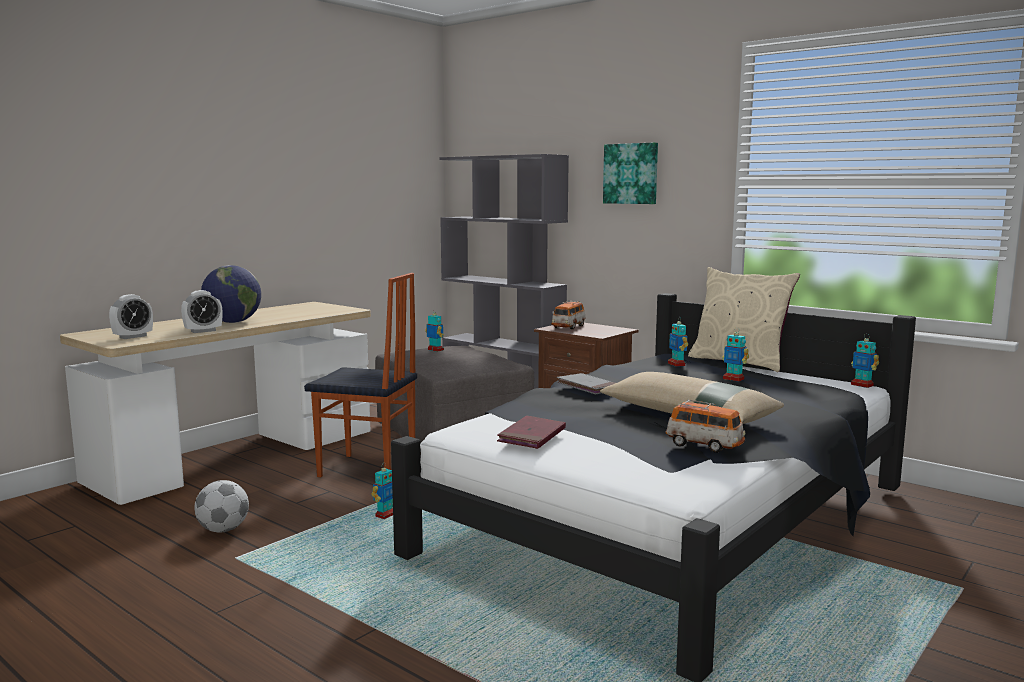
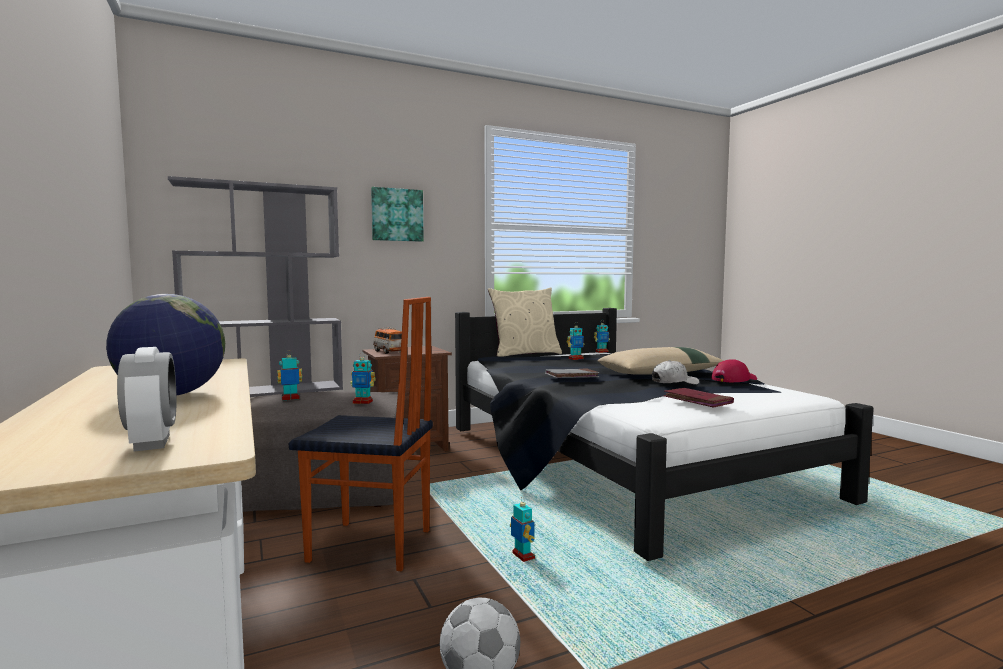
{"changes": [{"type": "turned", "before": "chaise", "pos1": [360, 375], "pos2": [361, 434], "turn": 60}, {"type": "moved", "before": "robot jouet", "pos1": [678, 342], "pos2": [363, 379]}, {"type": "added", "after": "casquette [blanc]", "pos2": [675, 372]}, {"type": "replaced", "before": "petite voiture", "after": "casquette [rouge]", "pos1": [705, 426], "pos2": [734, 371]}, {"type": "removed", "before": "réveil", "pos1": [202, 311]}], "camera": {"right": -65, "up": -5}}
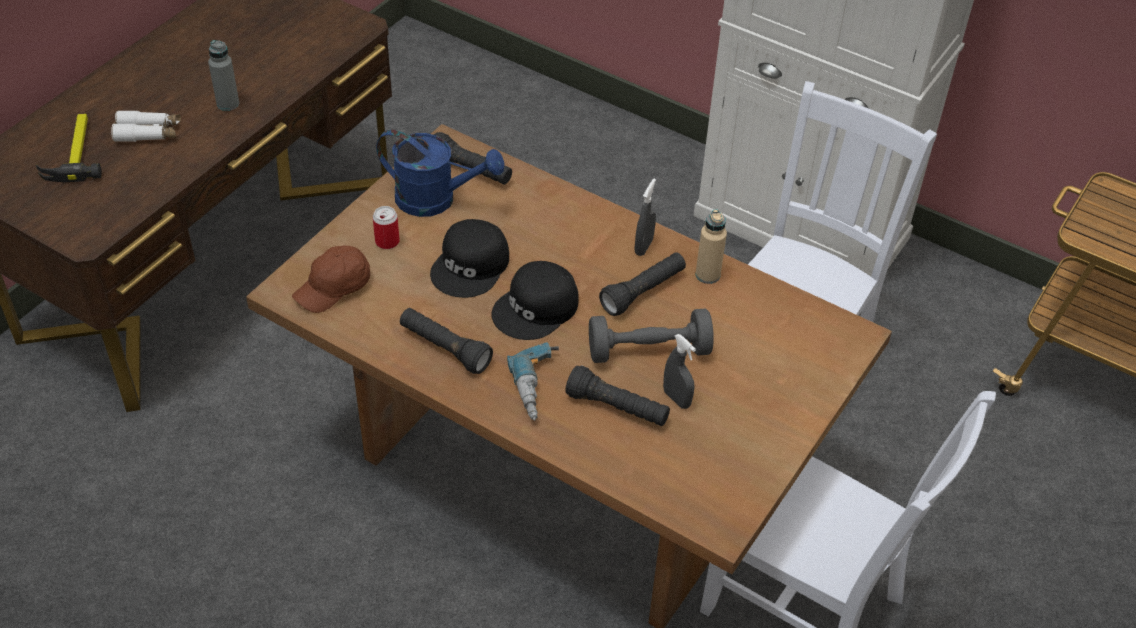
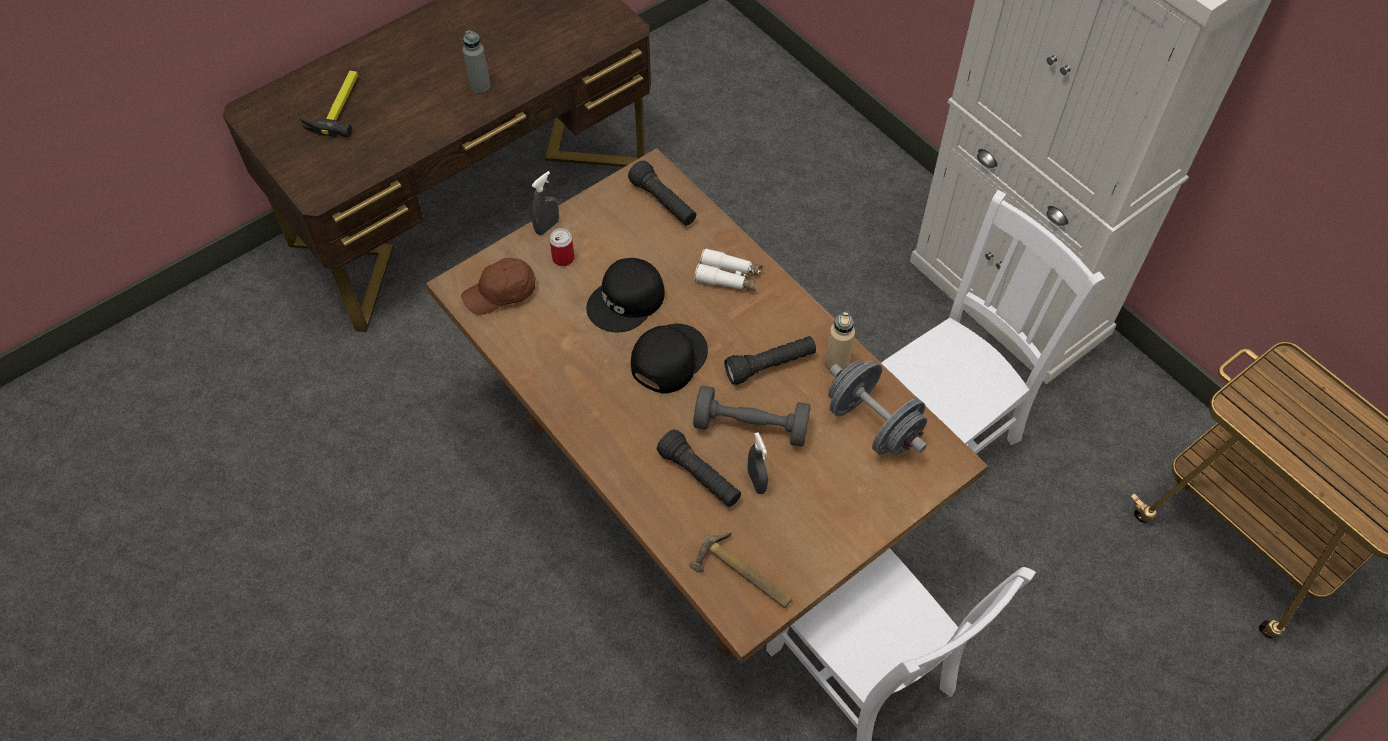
{"changes": [{"type": "moved", "before": "vaporisateur [gris]", "pos1": [645, 217], "pos2": [545, 203]}, {"type": "turned", "before": "casquette [noir]", "pos1": [535, 300], "pos2": [669, 359], "turn": 150}, {"type": "added", "after": "marteau", "pos2": [740, 570]}, {"type": "moved", "before": "jumelles [blanc]", "pos1": [146, 126], "pos2": [728, 269]}, {"type": "added", "after": "haltère [gris]", "pos2": [877, 407]}, {"type": "removed", "before": "arrosoir [bleu]", "pos1": [440, 173]}, {"type": "removed", "before": "lampe de poche [noir]", "pos1": [446, 341]}, {"type": "removed", "before": "perceuse", "pos1": [533, 381]}], "camera": {"right": 20, "up": 10}}
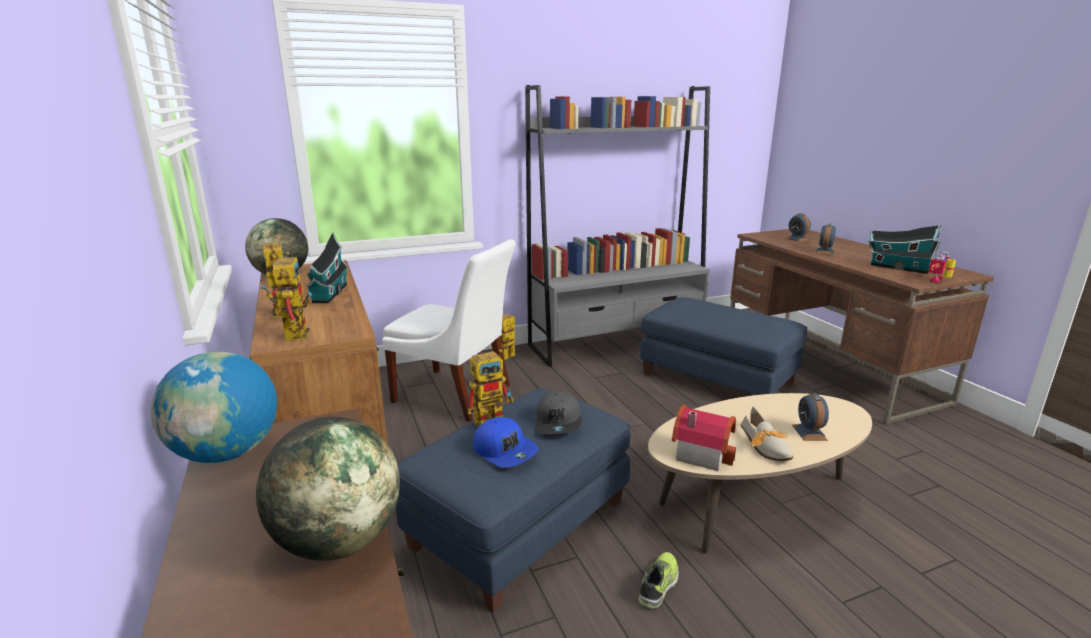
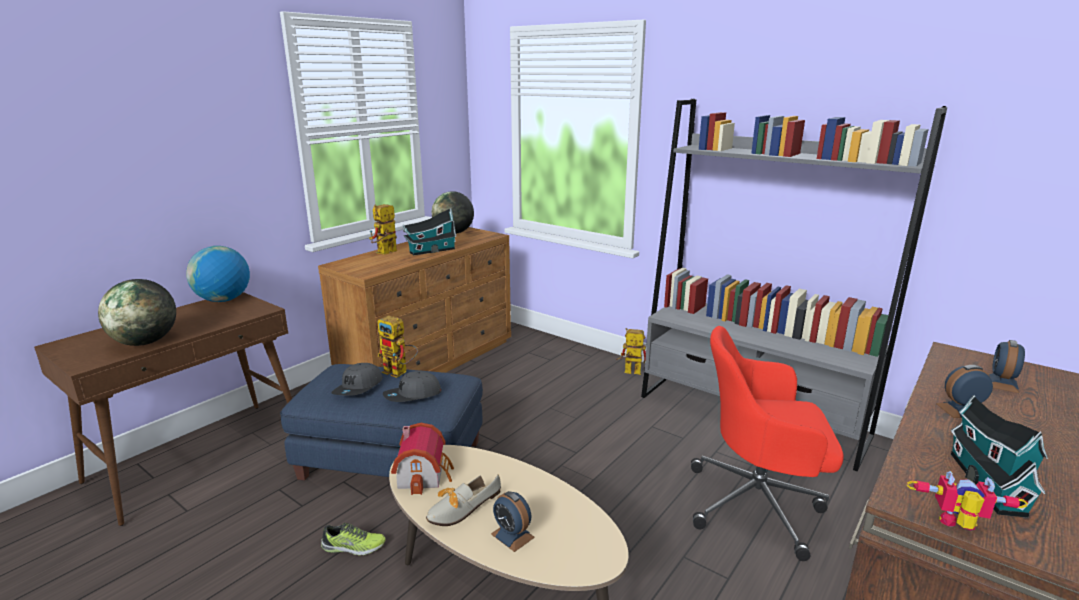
{"changes": [{"type": "recoloured", "before": "casquette [bleu]", "after": "casquette [gris]", "pos1": [506, 442], "pos2": [357, 379]}, {"type": "turned", "before": "réveil", "pos1": [810, 417], "pos2": [513, 521], "turn": -105}, {"type": "replaced", "before": "pouf [bleu]", "after": "chaise de bureau [rouge]", "pos1": [724, 346], "pos2": [767, 443]}, {"type": "removed", "before": "robot jouet", "pos1": [292, 296]}, {"type": "removed", "before": "chaise [blanc]", "pos1": [449, 330]}], "camera": {"right": 60, "up": 0}}
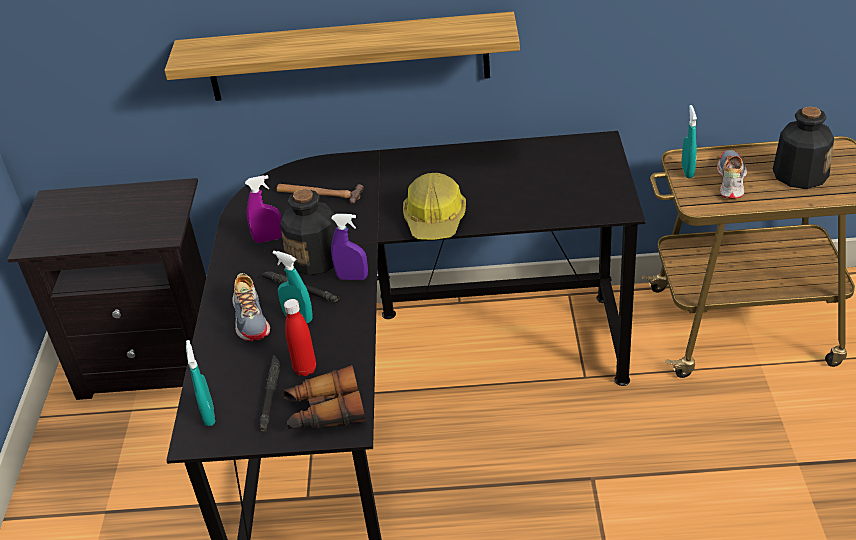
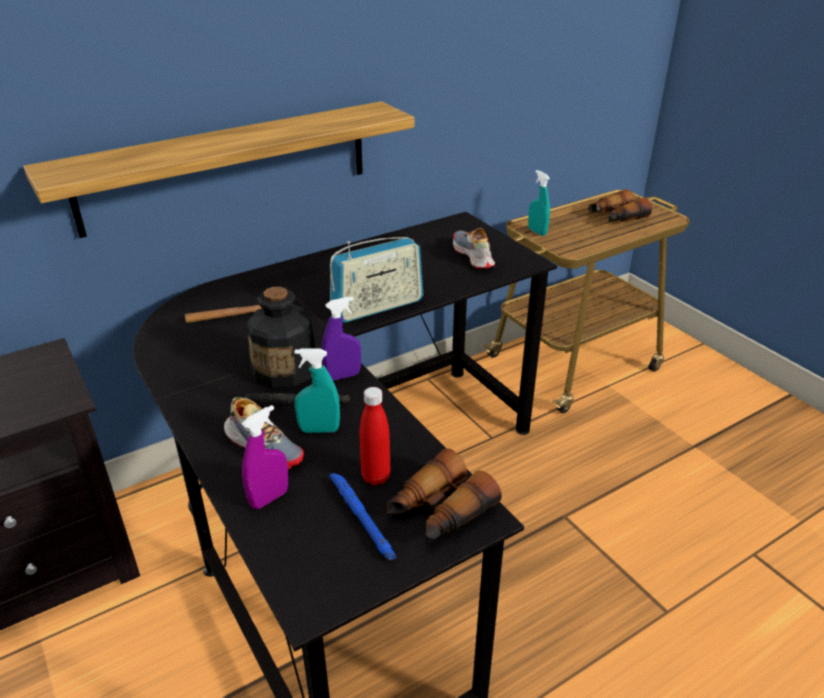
{"changes": [{"type": "moved", "before": "vaporisateur [violet]", "pos1": [263, 209], "pos2": [265, 457]}, {"type": "replaced", "before": "casque de chantier", "after": "radio", "pos1": [434, 206], "pos2": [376, 279]}, {"type": "recoloured", "before": "lampe de poche [noir]", "after": "lampe de poche [bleu]", "pos1": [269, 393], "pos2": [363, 516]}, {"type": "moved", "before": "chaussure", "pos1": [732, 174], "pos2": [474, 248]}, {"type": "replaced", "before": "bouteille", "after": "jumelles", "pos1": [803, 147], "pos2": [620, 205]}, {"type": "removed", "before": "vaporisateur [turquoise]", "pos1": [200, 383]}], "camera": {"right": -35, "up": -5}}
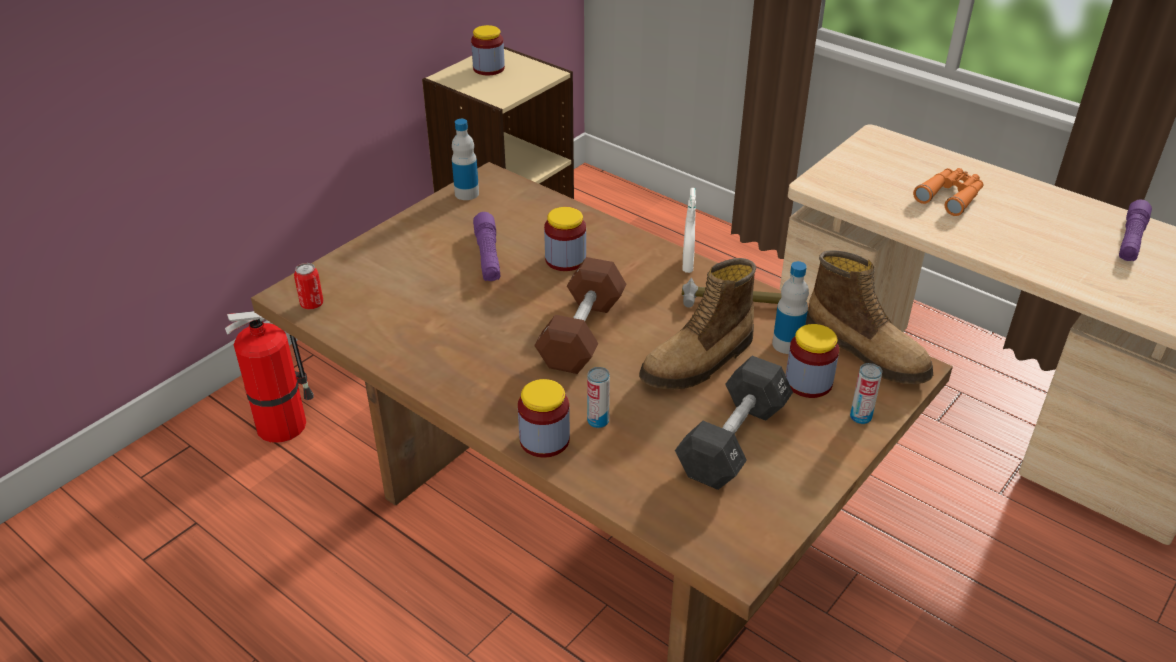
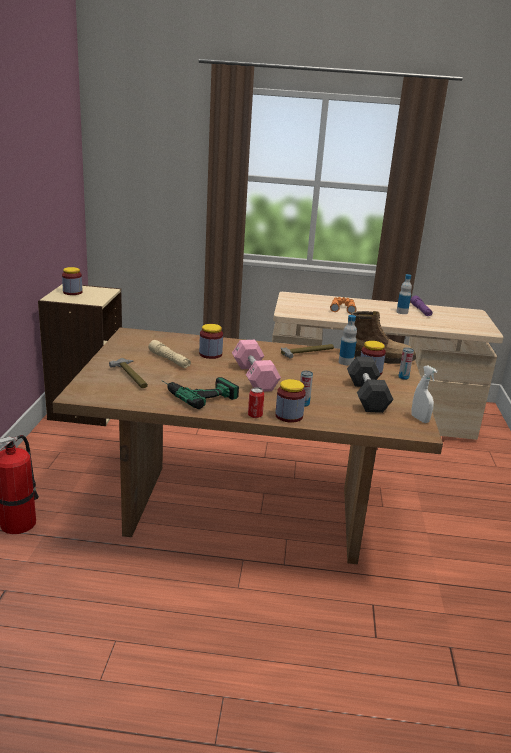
{"changes": [{"type": "added", "after": "marteau", "pos2": [128, 373]}, {"type": "recoloured", "before": "lampe de poche [violet]", "after": "lampe de poche [beige]", "pos1": [486, 246], "pos2": [169, 354]}, {"type": "added", "after": "perceuse", "pos2": [200, 393]}, {"type": "recoloured", "before": "haltère [marron]", "after": "haltère [rose]", "pos1": [580, 315], "pos2": [256, 366]}, {"type": "moved", "before": "boîte métallique", "pos1": [309, 286], "pos2": [256, 402]}, {"type": "moved", "before": "bouteille", "pos1": [465, 159], "pos2": [404, 294]}, {"type": "moved", "before": "vaporisateur [blanc]", "pos1": [689, 230], "pos2": [424, 394]}, {"type": "removed", "before": "botte", "pos1": [697, 323]}], "camera": {"right": -35, "up": -15}}
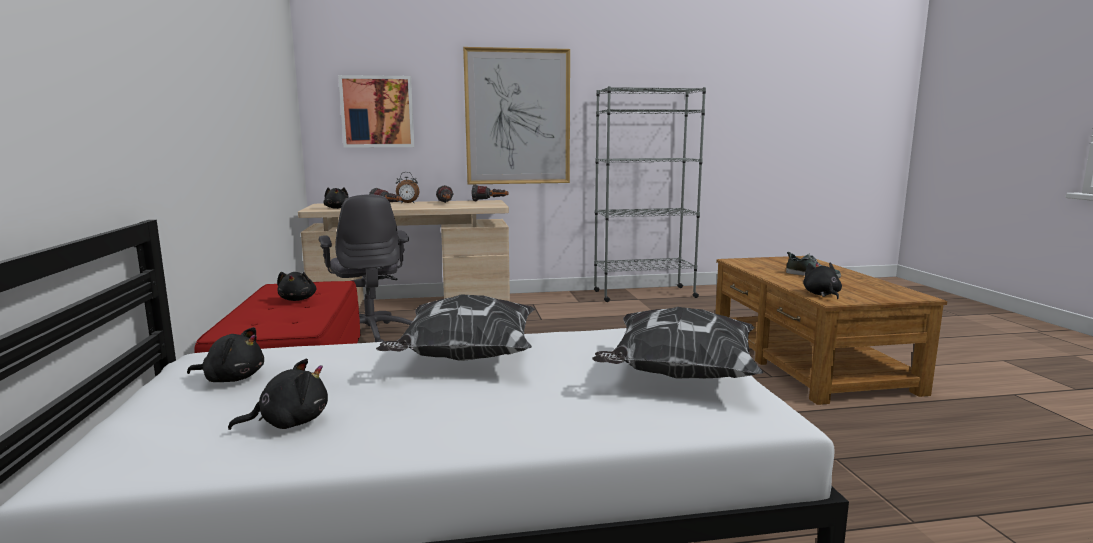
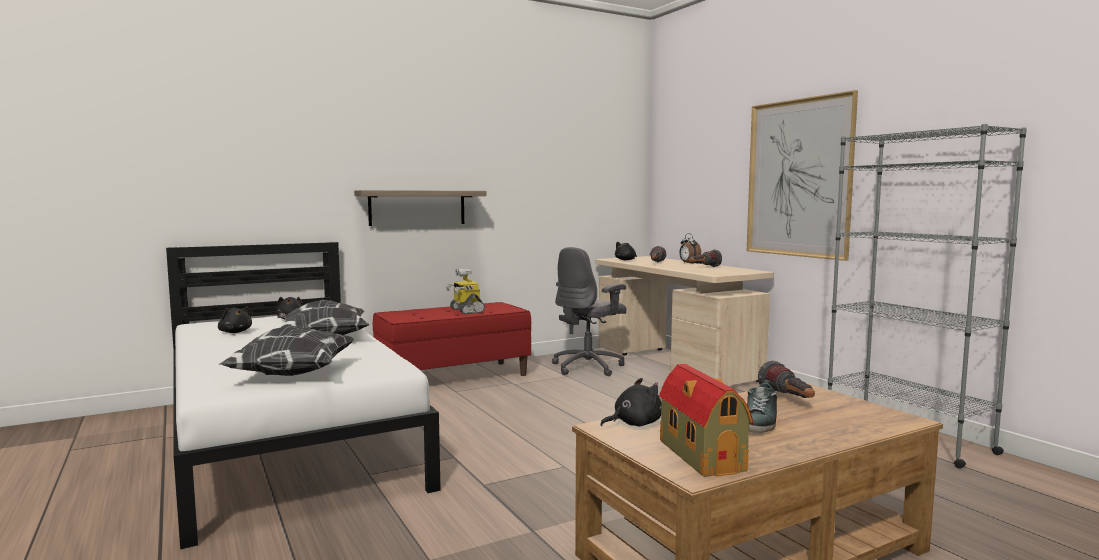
{"changes": [{"type": "added", "after": "étagère", "pos2": [420, 208]}, {"type": "replaced", "before": "peluche [noir]", "after": "robot jouet", "pos1": [296, 286], "pos2": [465, 291]}, {"type": "added", "after": "maison miniature", "pos2": [706, 420]}, {"type": "moved", "before": "lampe de poche", "pos1": [490, 193], "pos2": [786, 379]}, {"type": "removed", "before": "tableau", "pos1": [376, 111]}], "camera": {"right": 70, "up": -5}}
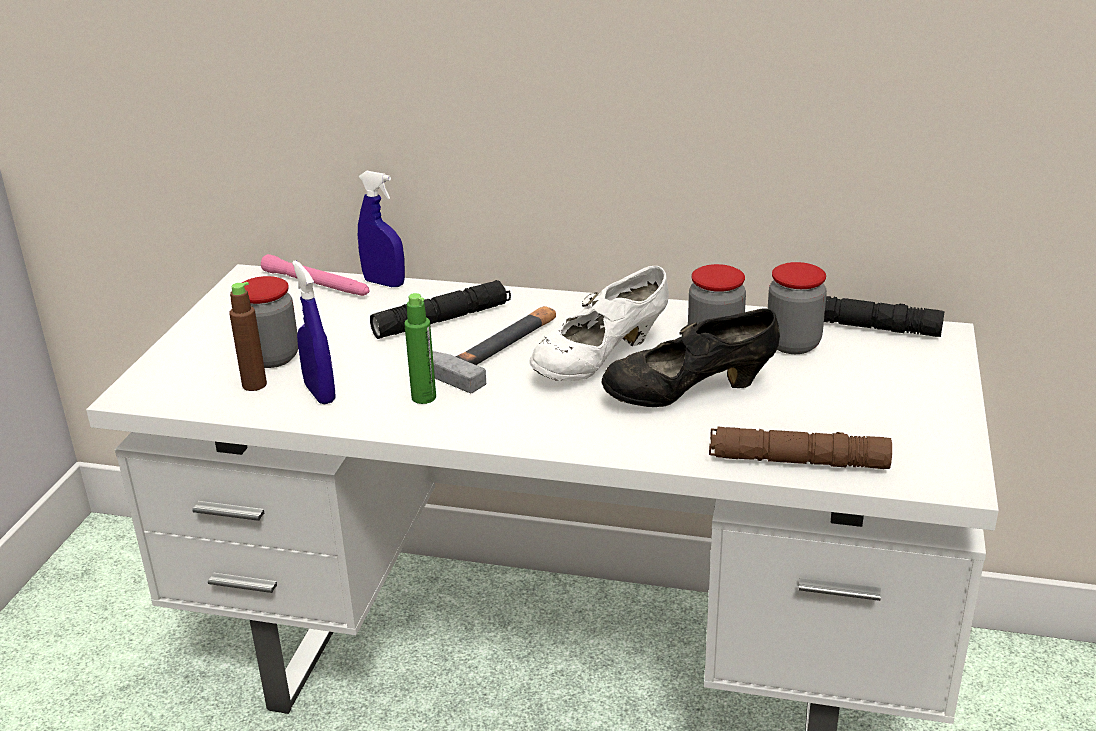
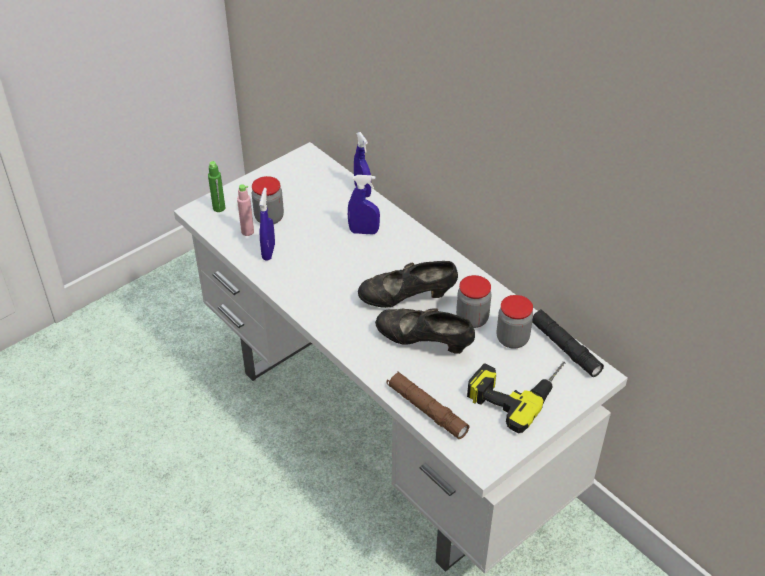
{"changes": [{"type": "moved", "before": "bouteille [vert]", "pos1": [420, 348], "pos2": [216, 186]}, {"type": "recoloured", "before": "bouteille [marron]", "after": "bouteille [rose]", "pos1": [248, 336], "pos2": [245, 210]}, {"type": "replaced", "before": "lampe de poche [noir]", "after": "vaporisateur [bleu]", "pos1": [440, 309], "pos2": [364, 204]}, {"type": "recoloured", "before": "chaussure [blanc]", "after": "chaussure [noir]", "pos1": [599, 323], "pos2": [408, 284]}, {"type": "added", "after": "perceuse", "pos2": [516, 397]}, {"type": "removed", "before": "lampe de poche [rose]", "pos1": [315, 275]}, {"type": "removed", "before": "marteau", "pos1": [494, 349]}], "camera": {"right": 35, "up": 15}}
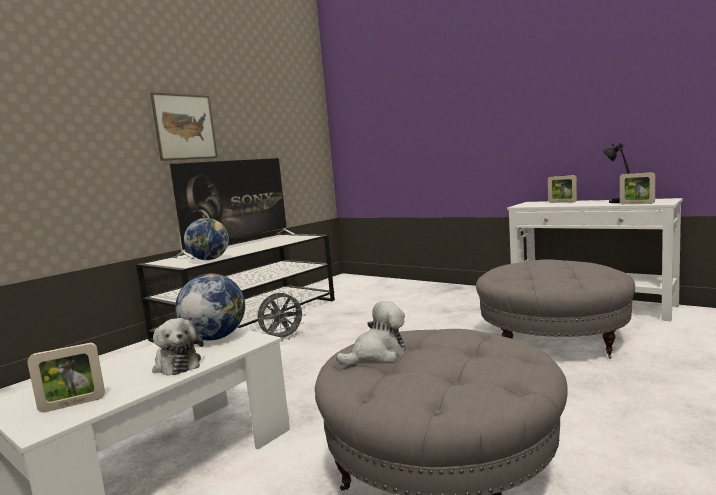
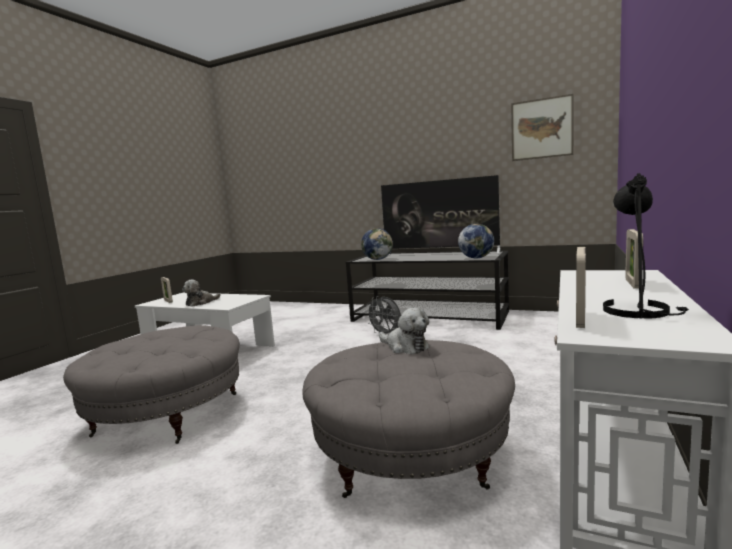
{"changes": [{"type": "moved", "before": "peluche", "pos1": [371, 333], "pos2": [404, 330]}, {"type": "moved", "before": "globe", "pos1": [210, 307], "pos2": [476, 241]}, {"type": "moved", "before": "tableau", "pos1": [184, 126], "pos2": [542, 127]}], "camera": {"right": 75, "up": 0}}
